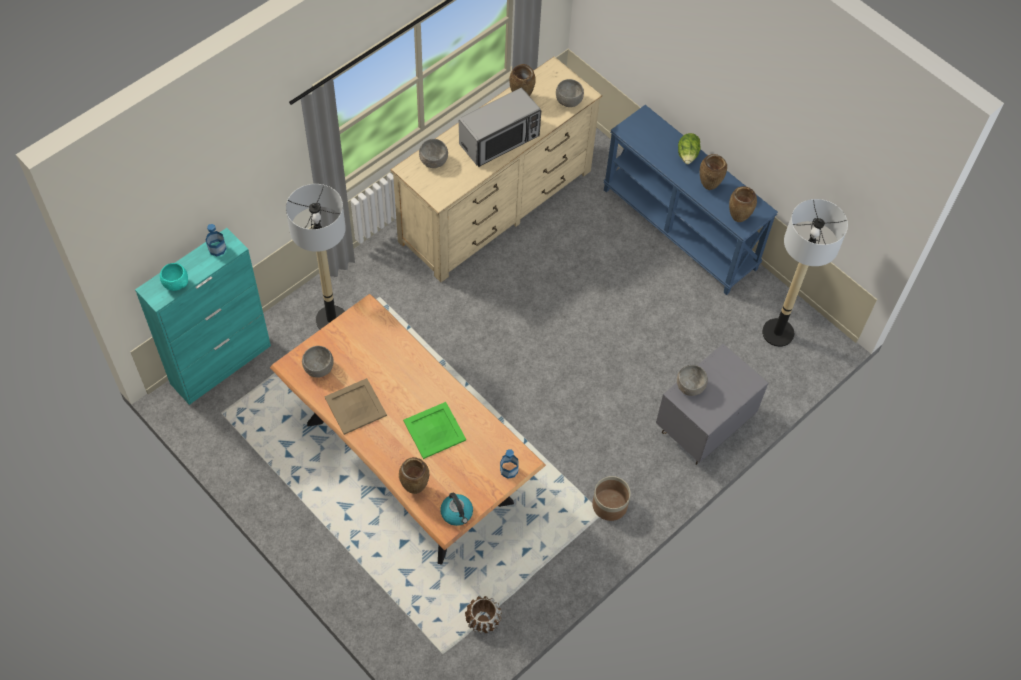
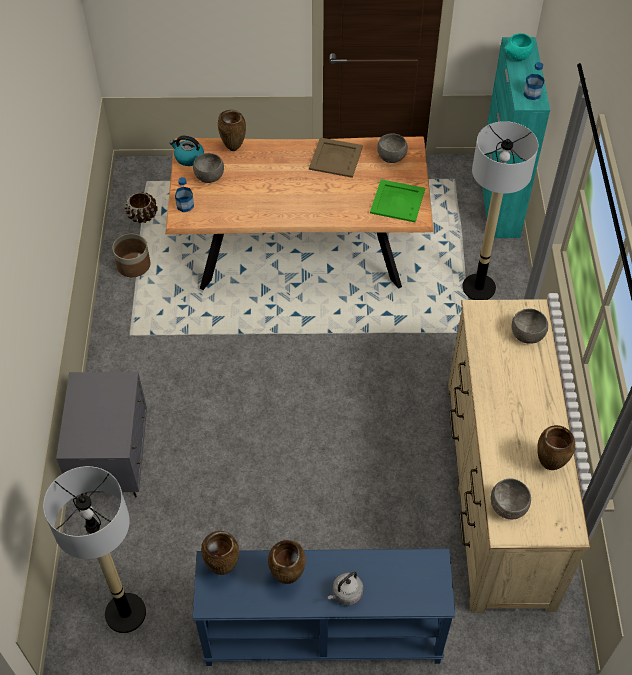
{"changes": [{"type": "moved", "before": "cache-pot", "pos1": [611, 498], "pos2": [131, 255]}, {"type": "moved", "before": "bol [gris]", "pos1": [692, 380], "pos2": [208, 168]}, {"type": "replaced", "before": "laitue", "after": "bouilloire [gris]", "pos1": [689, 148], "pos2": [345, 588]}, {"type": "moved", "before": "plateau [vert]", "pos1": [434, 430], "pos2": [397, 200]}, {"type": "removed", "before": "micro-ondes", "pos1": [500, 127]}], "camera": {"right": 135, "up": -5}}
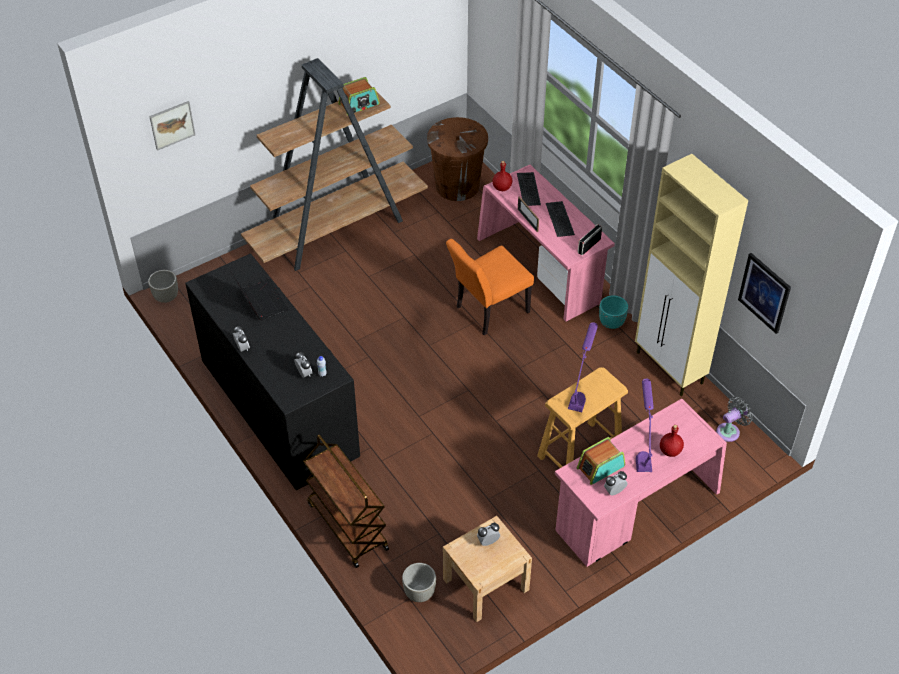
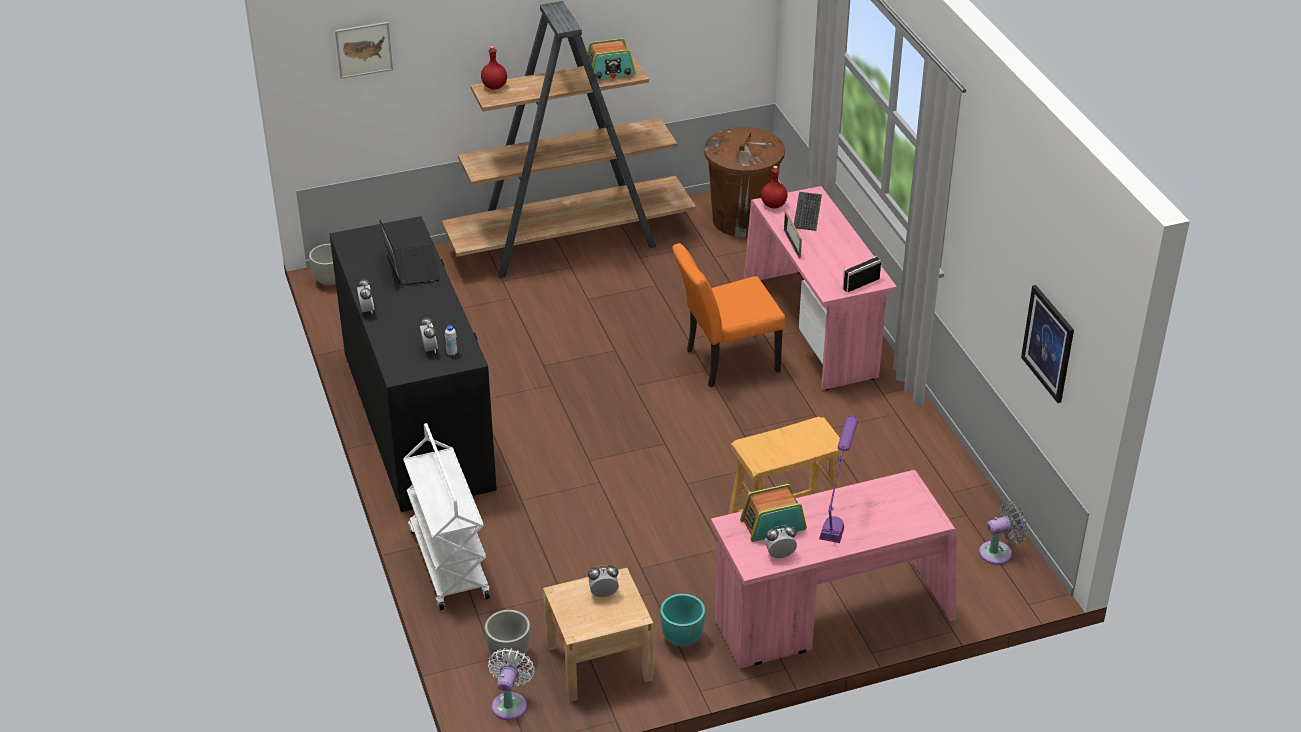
{"changes": [{"type": "recoloured", "before": "chariot [marron]", "after": "chariot [blanc]", "pos1": [346, 501], "pos2": [446, 517]}, {"type": "moved", "before": "bouteille [rouge]", "pos1": [672, 441], "pos2": [494, 68]}, {"type": "added", "after": "ventilateur [blanc]", "pos2": [511, 684]}, {"type": "moved", "before": "cache-pot [turquoise]", "pos1": [613, 312], "pos2": [682, 620]}, {"type": "removed", "before": "clavier", "pos1": [560, 219]}, {"type": "removed", "before": "lampe de table [violet]", "pos1": [583, 367]}, {"type": "removed", "before": "meuble de rangement [beige]", "pos1": [691, 275]}], "camera": {"right": 15, "up": -10}}
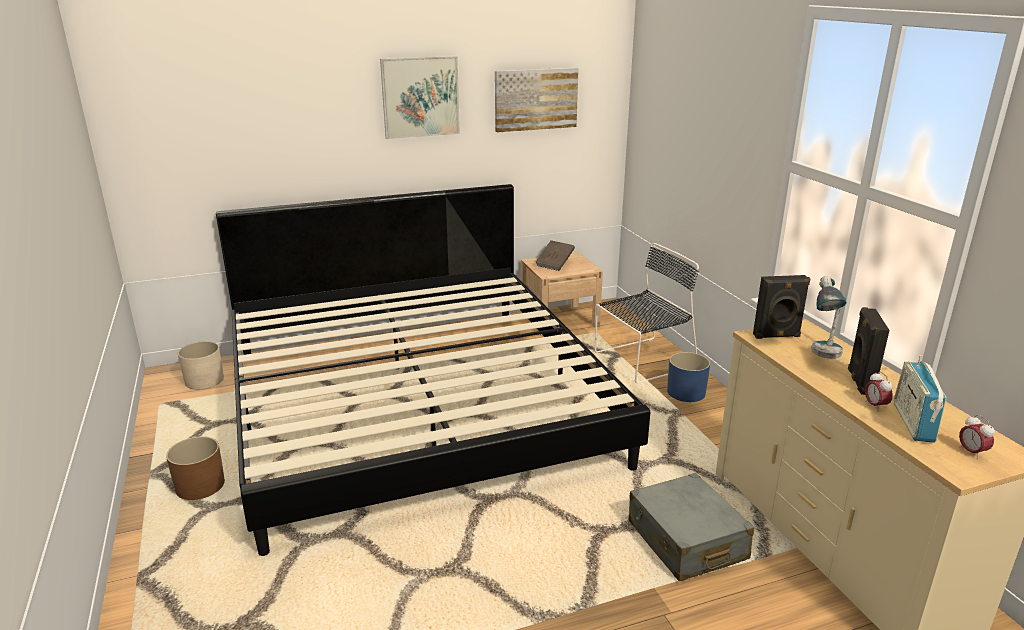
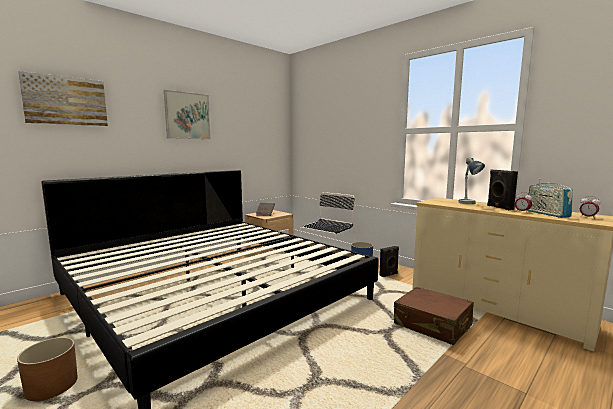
{"changes": [{"type": "moved", "before": "tableau", "pos1": [537, 100], "pos2": [63, 98]}, {"type": "moved", "before": "enceinte [noir]", "pos1": [782, 307], "pos2": [389, 261]}, {"type": "recoloured", "before": "valise [gris]", "after": "valise [marron]", "pos1": [691, 527], "pos2": [434, 316]}, {"type": "removed", "before": "cache-pot [beige]", "pos1": [201, 365]}], "camera": {"right": -25, "up": -15}}
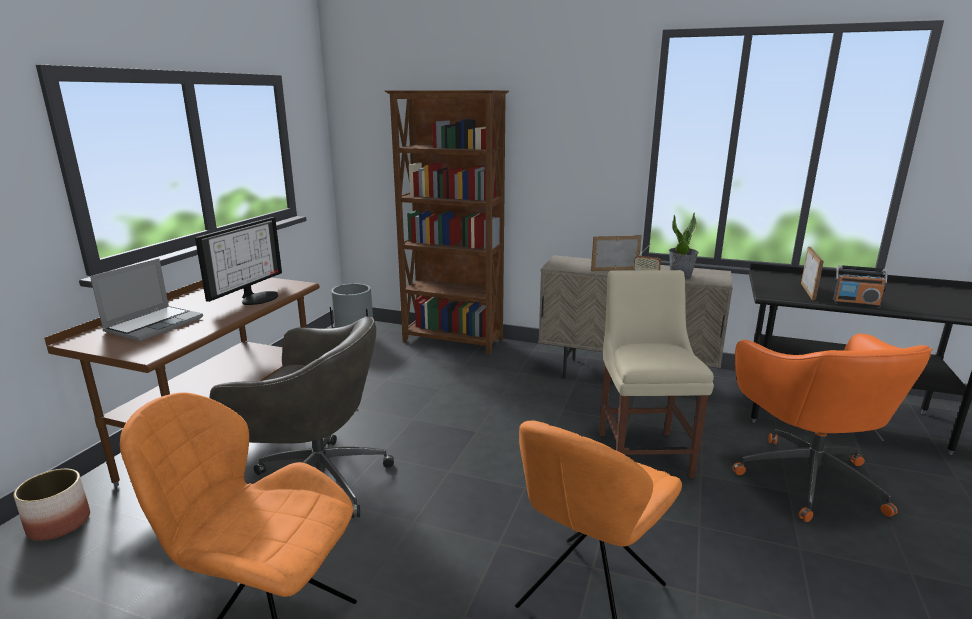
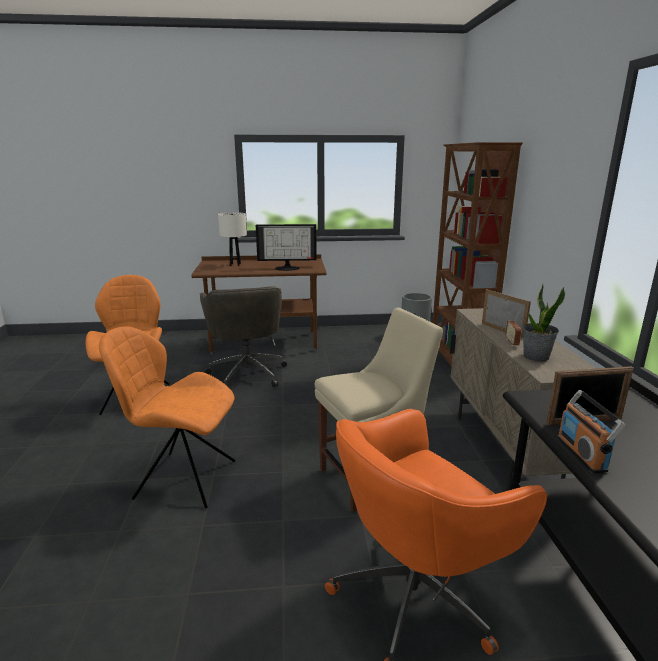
{"changes": [{"type": "replaced", "before": "ordinateur portable", "after": "lampe de table [blanc]", "pos1": [146, 299], "pos2": [232, 239]}, {"type": "removed", "before": "cache-pot", "pos1": [52, 505]}], "camera": {"right": 65, "up": 0}}
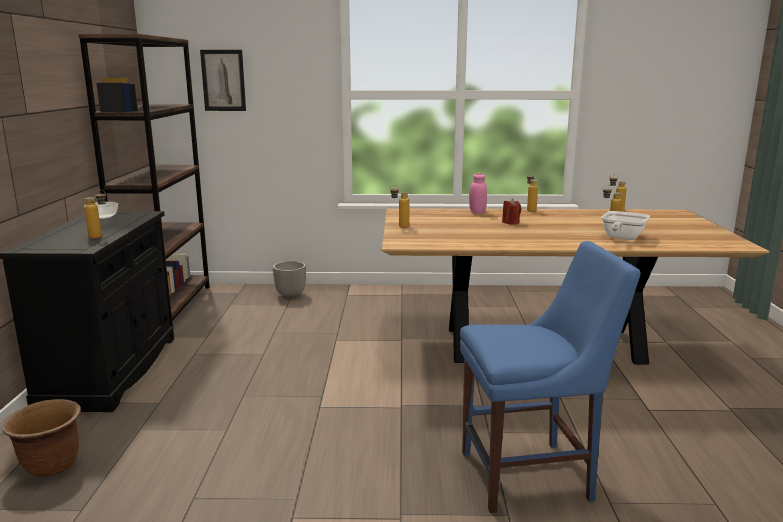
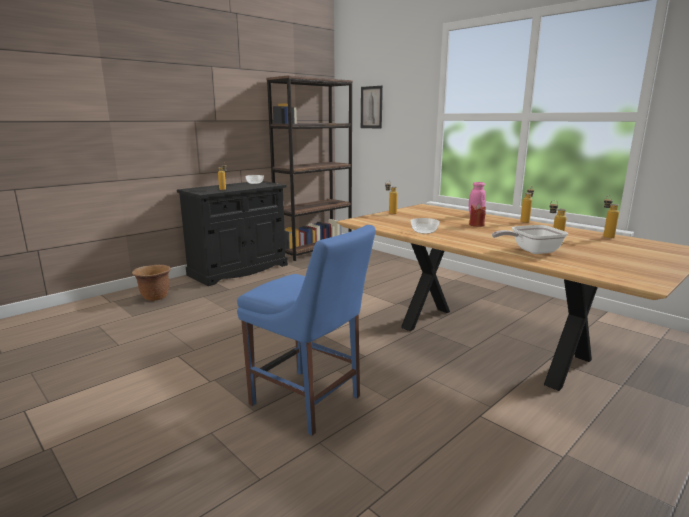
{"changes": [{"type": "added", "after": "bol", "pos2": [425, 226]}, {"type": "removed", "before": "cache-pot", "pos1": [289, 280]}], "camera": {"right": 45, "up": 0}}
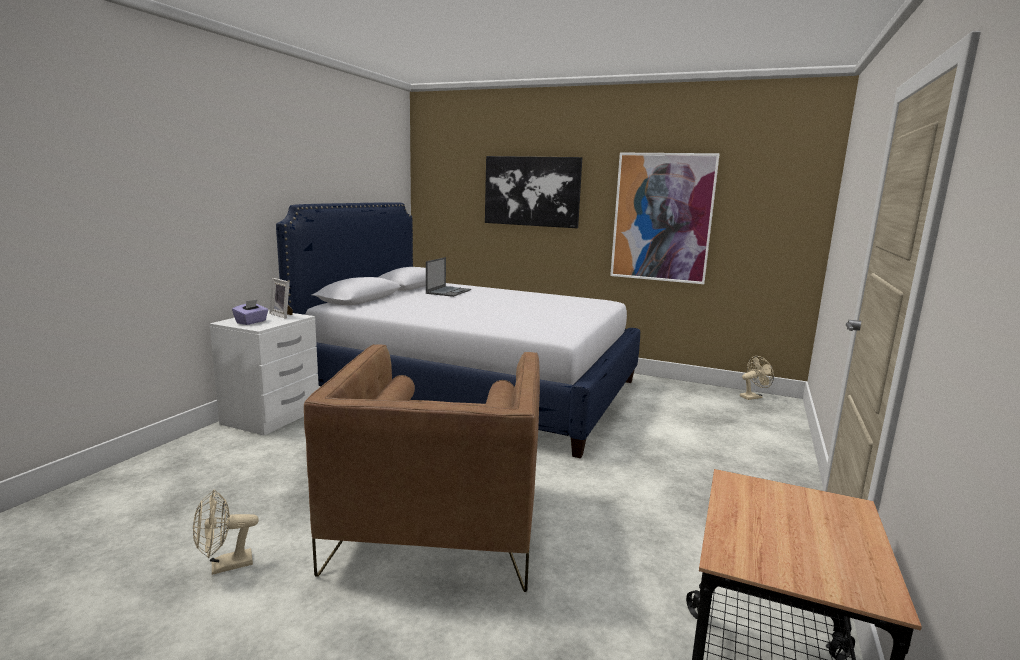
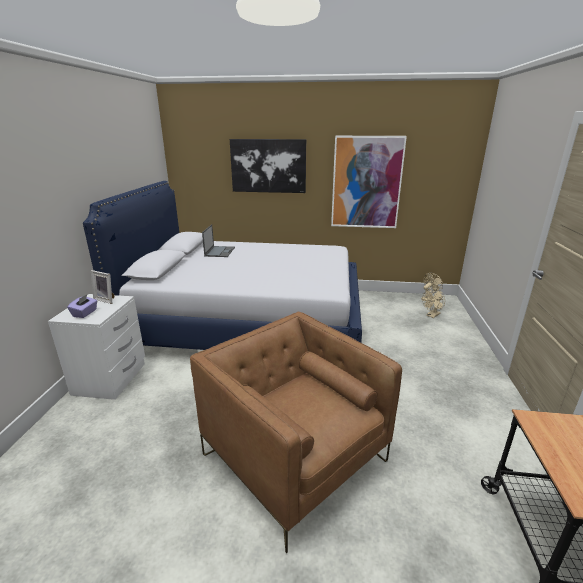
{"changes": [{"type": "turned", "before": "fauteuil [marron]", "pos1": [422, 468], "pos2": [296, 432], "turn": 150}, {"type": "moved", "before": "ventilateur [beige]", "pos1": [226, 532], "pos2": [433, 303]}], "camera": {"right": -15, "up": 10}}
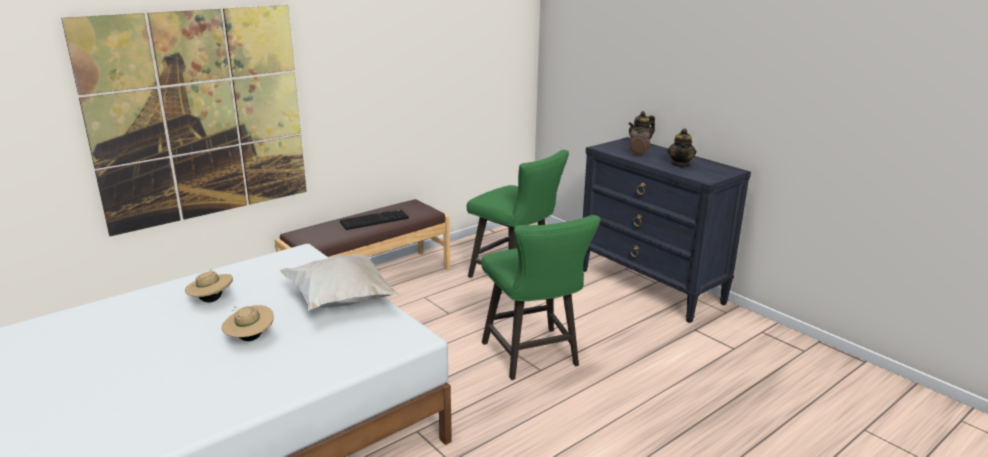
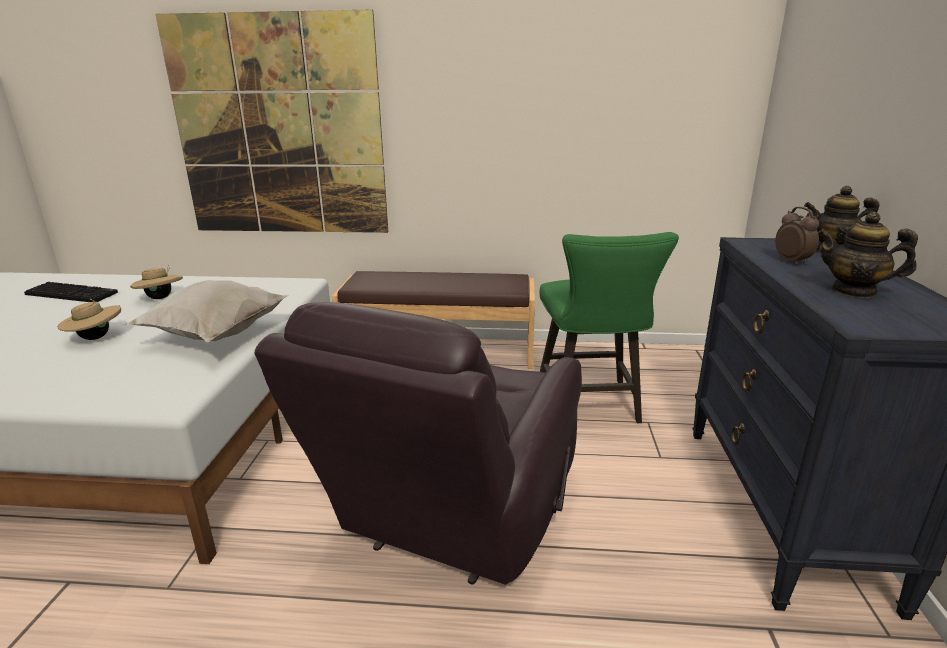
{"changes": [{"type": "moved", "before": "clavier", "pos1": [374, 219], "pos2": [71, 292]}, {"type": "replaced", "before": "tabouret [vert]", "after": "fauteuil [marron]", "pos1": [541, 297], "pos2": [418, 443]}, {"type": "turned", "before": "théière", "pos1": [681, 147], "pos2": [867, 255], "turn": 60}], "camera": {"right": 45, "up": 0}}
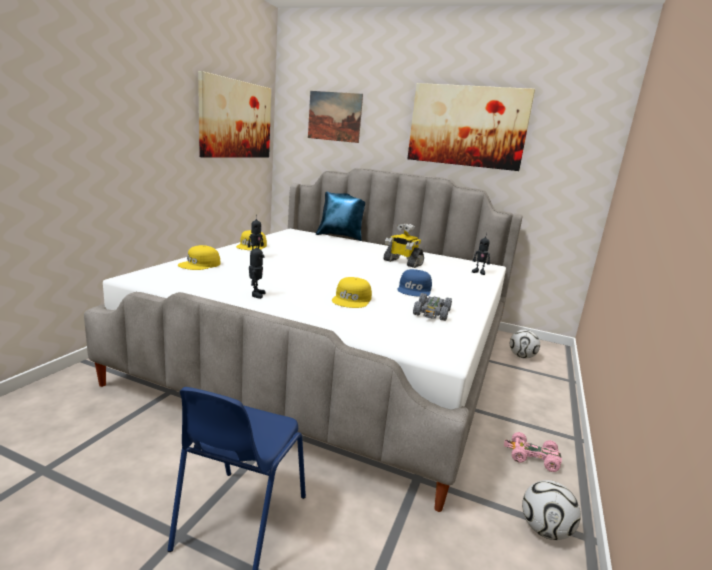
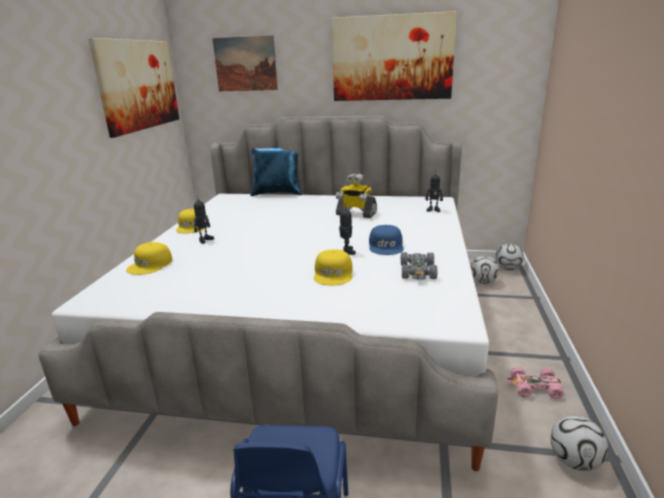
{"changes": [{"type": "moved", "before": "robot jouet", "pos1": [257, 270], "pos2": [347, 229]}, {"type": "added", "after": "ballon de foot", "pos2": [509, 257]}], "camera": {"right": -10, "up": 5}}
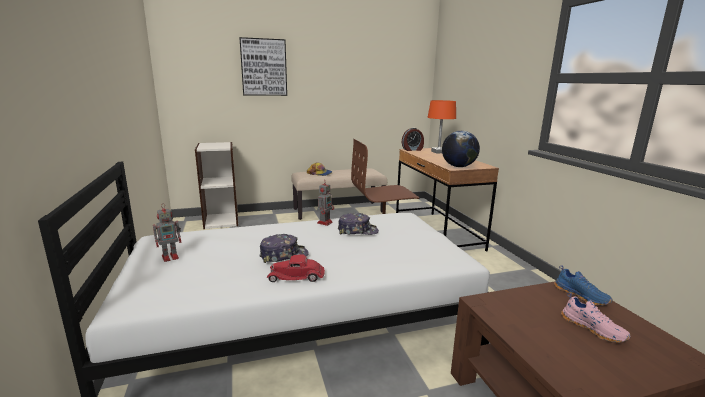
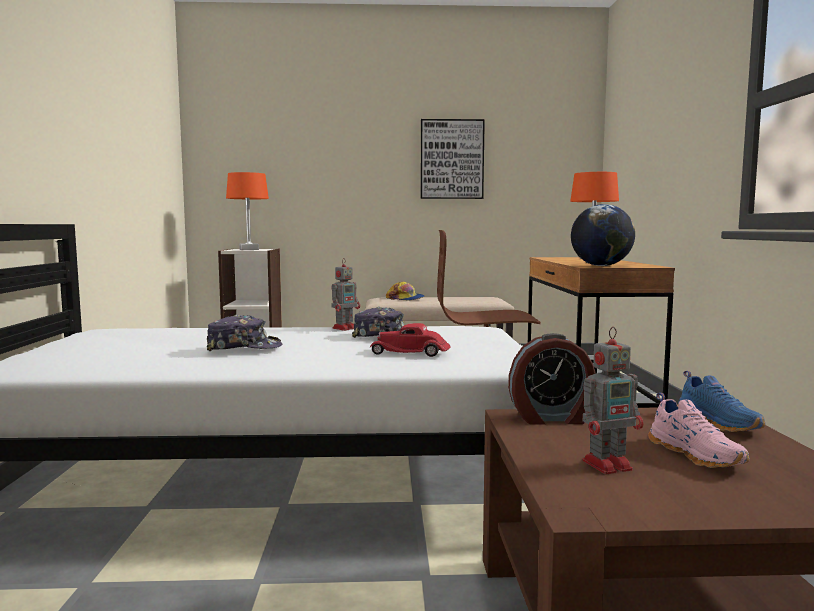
{"changes": [{"type": "added", "after": "lampe de table [orange]", "pos2": [247, 211]}, {"type": "moved", "before": "petite voiture [rouge]", "pos1": [296, 268], "pos2": [410, 340]}, {"type": "moved", "before": "tableau", "pos1": [263, 66], "pos2": [453, 159]}, {"type": "moved", "before": "réveil", "pos1": [413, 139], "pos2": [552, 379]}, {"type": "moved", "before": "robot jouet", "pos1": [167, 233], "pos2": [612, 400]}], "camera": {"right": 15, "up": -10}}
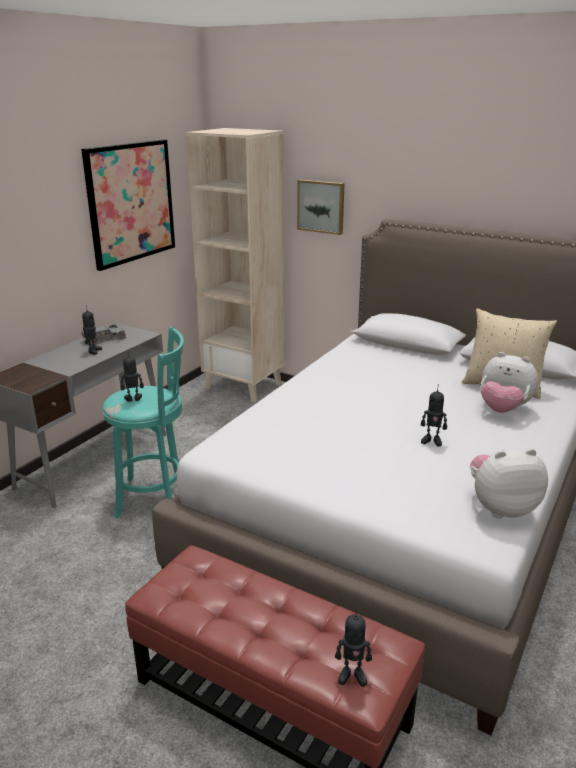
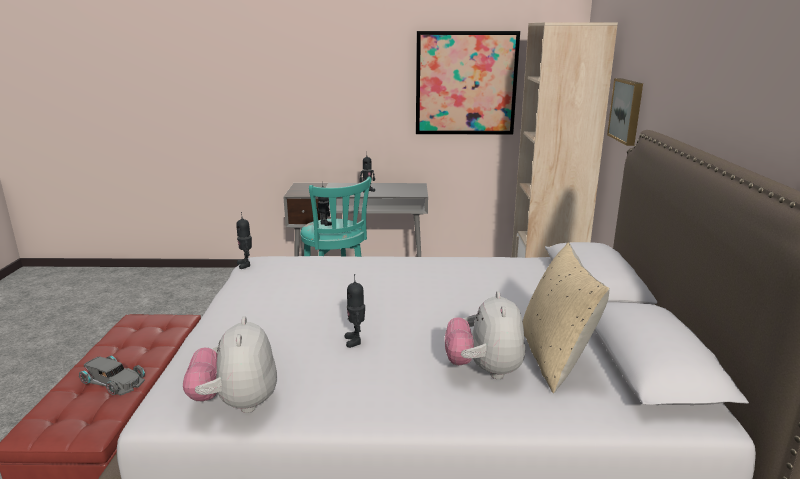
{"changes": [{"type": "moved", "before": "petite voiture [gris]", "pos1": [103, 334], "pos2": [112, 376]}, {"type": "turned", "before": "peluche", "pos1": [509, 483], "pos2": [230, 364], "turn": -150}, {"type": "moved", "before": "robot jouet", "pos1": [353, 647], "pos2": [244, 240]}], "camera": {"right": 60, "up": -5}}
